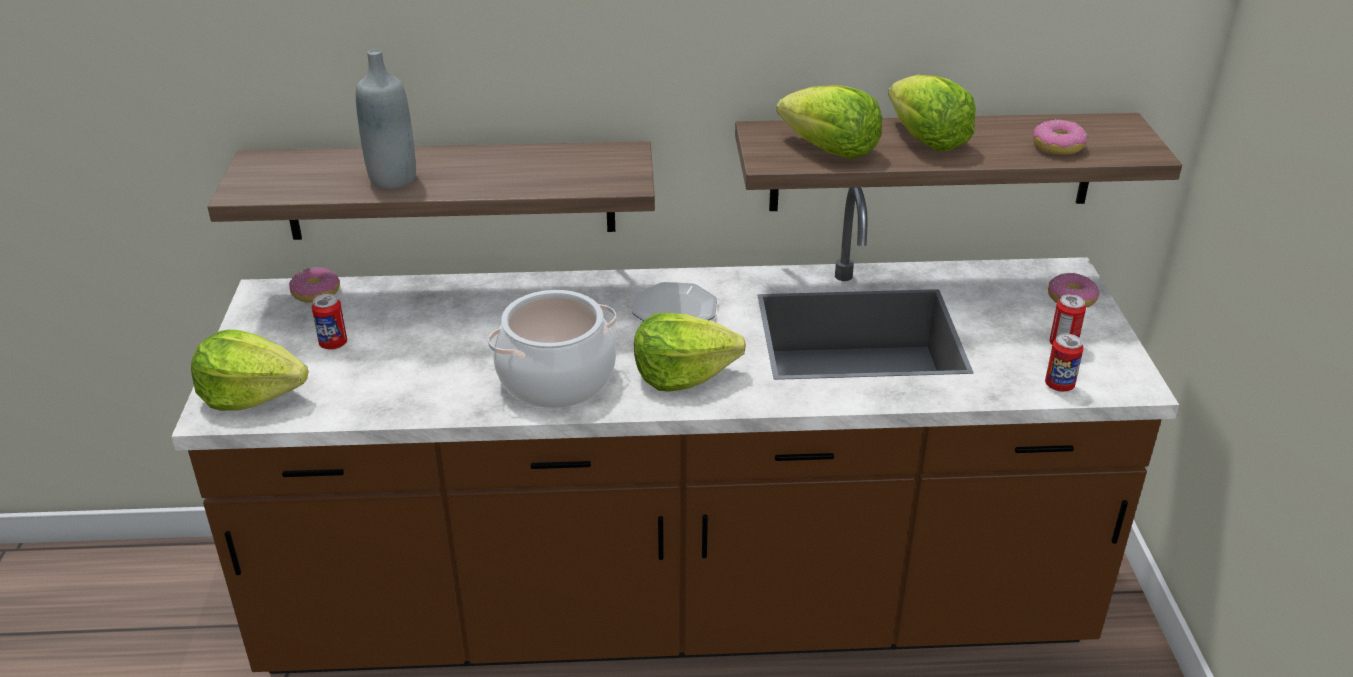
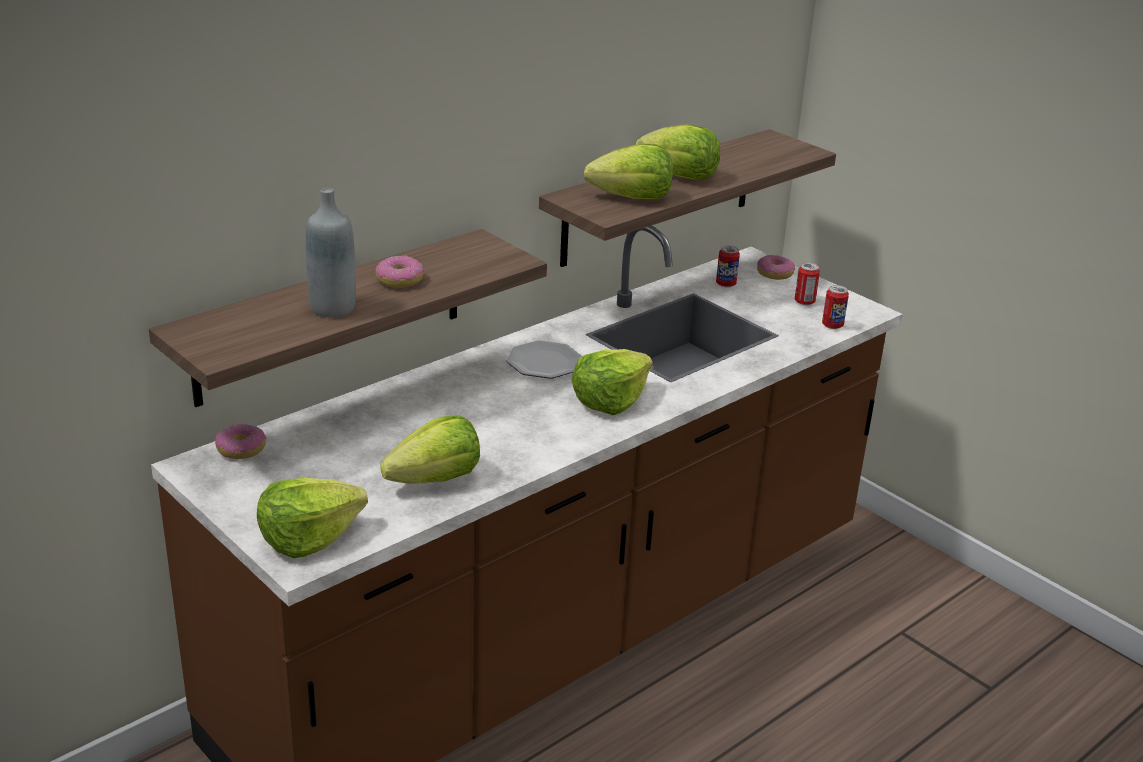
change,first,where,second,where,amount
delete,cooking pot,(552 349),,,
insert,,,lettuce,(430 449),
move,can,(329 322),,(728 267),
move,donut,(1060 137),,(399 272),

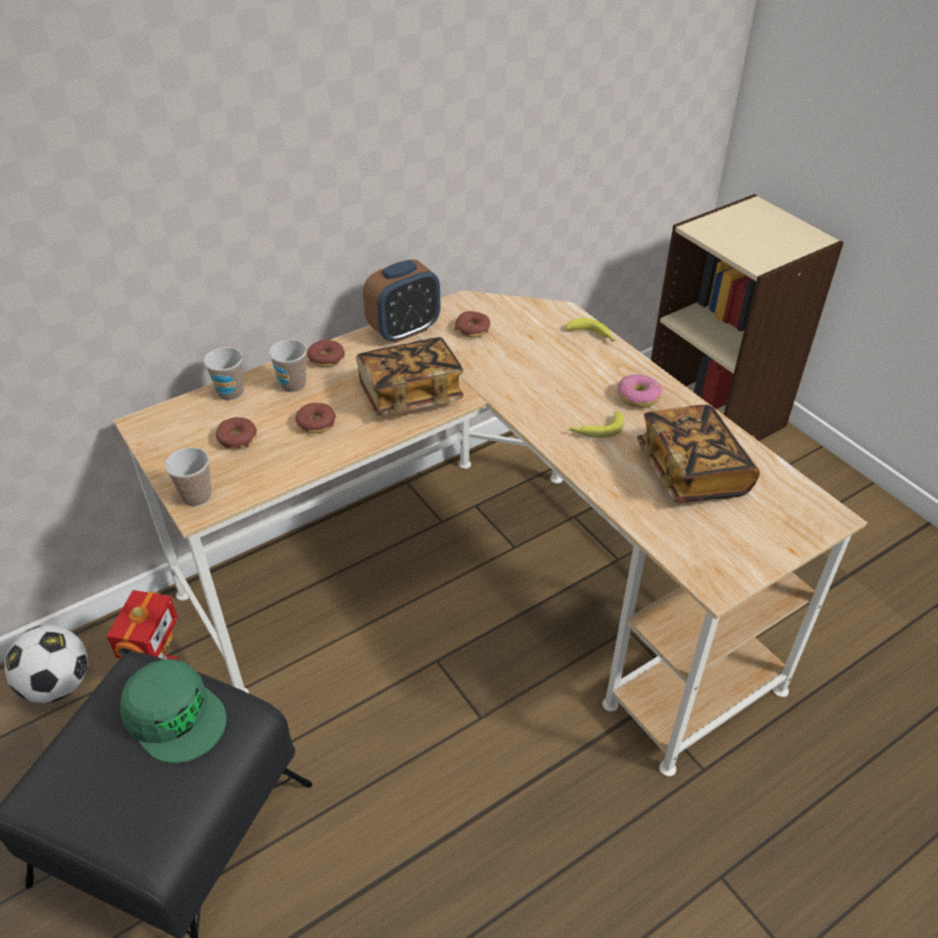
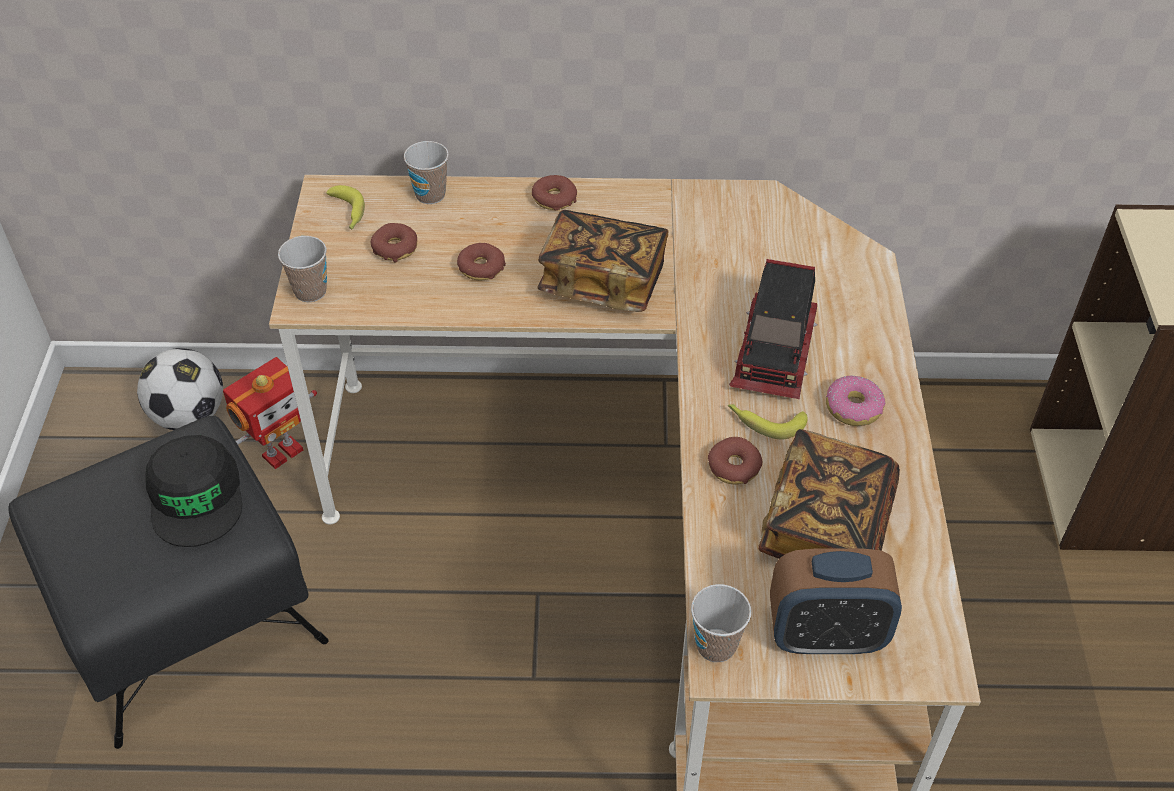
change,first,where,second,where,amount
insert,,,toy truck,(773 329),
move,cup,(288 365),,(721 623),
move,alarm clock,(401 301),,(836 601),
move,donut,(472 324),,(735 460),
move,banana,(591 330),,(345 207),
recolor,cap/green,(173 711),cap/black,(193 491),

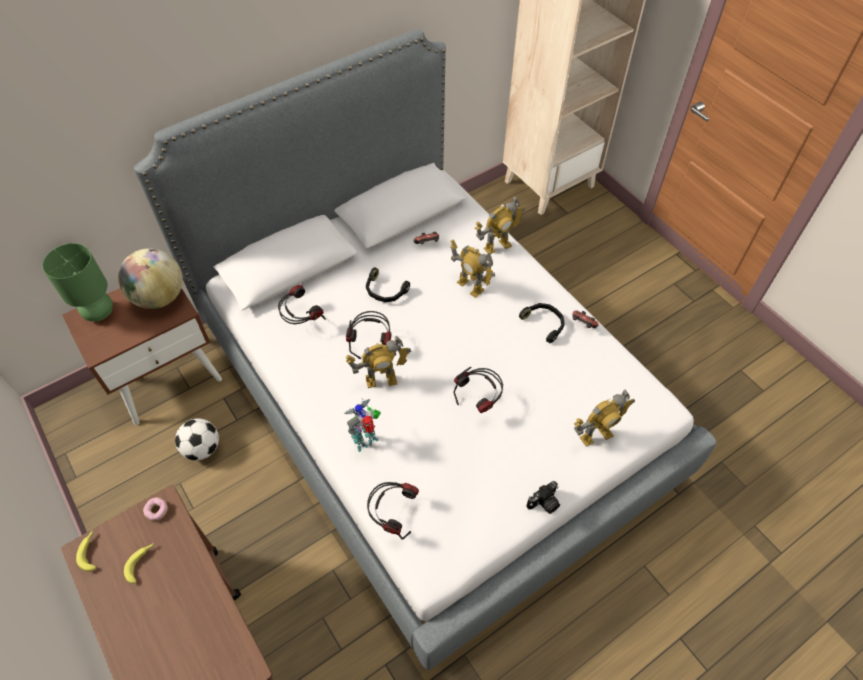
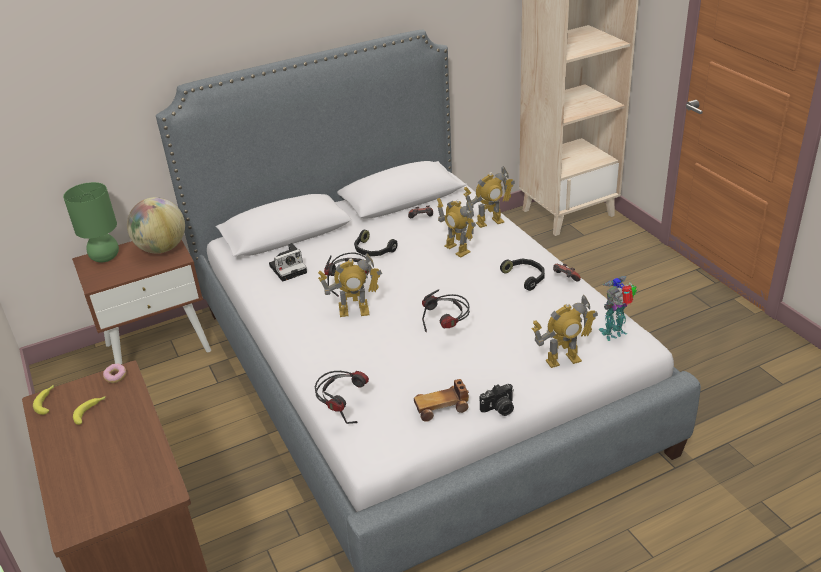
change,first,where,second,where,amount
delete,football,(197 439),,,
insert,,,toy car,(441 400),
move,toy robot,(362 425),,(618 308),
replace,headphones,(302 304),photo camera,(288 262),

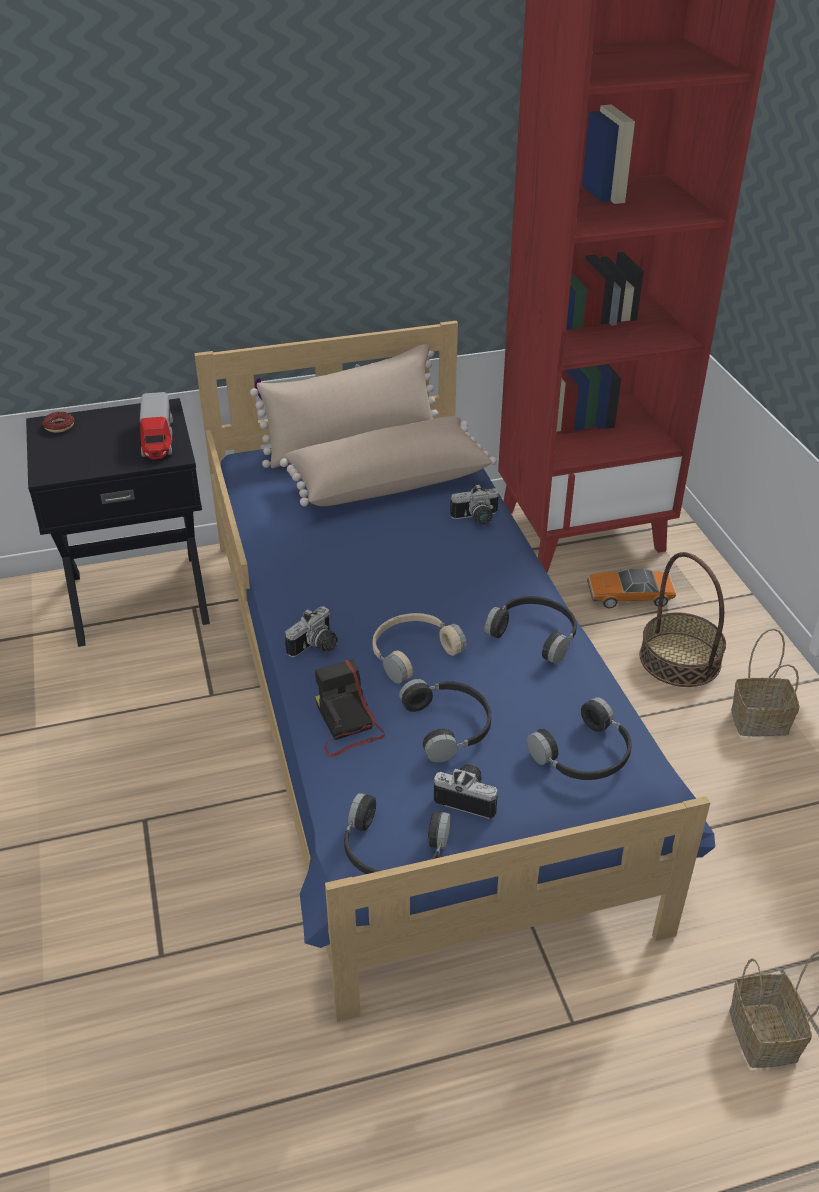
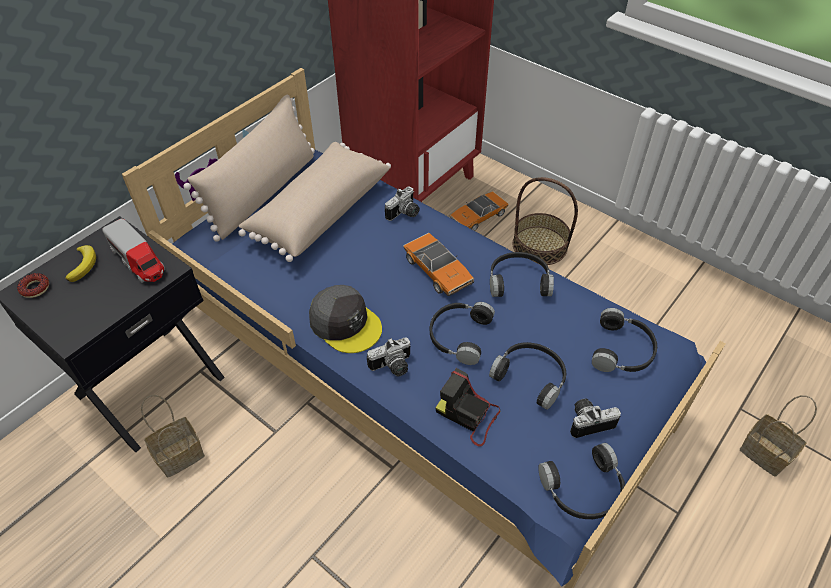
change,first,where,second,where,amount
insert,,,banana,(80 263),
insert,,,cap/grey,(345 319),
insert,,,toy car,(438 264),
move,basket,(765 682),,(173 436),
recolor,headphones/beige,(420 648),headphones/black,(462 333),
rotate,photo camera,(311 631),,(389 356),60 degrees clockwise

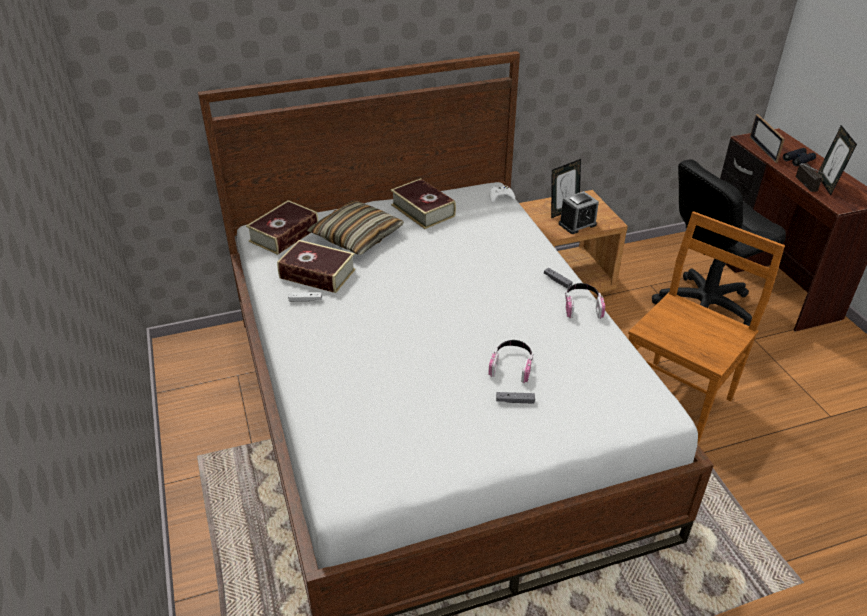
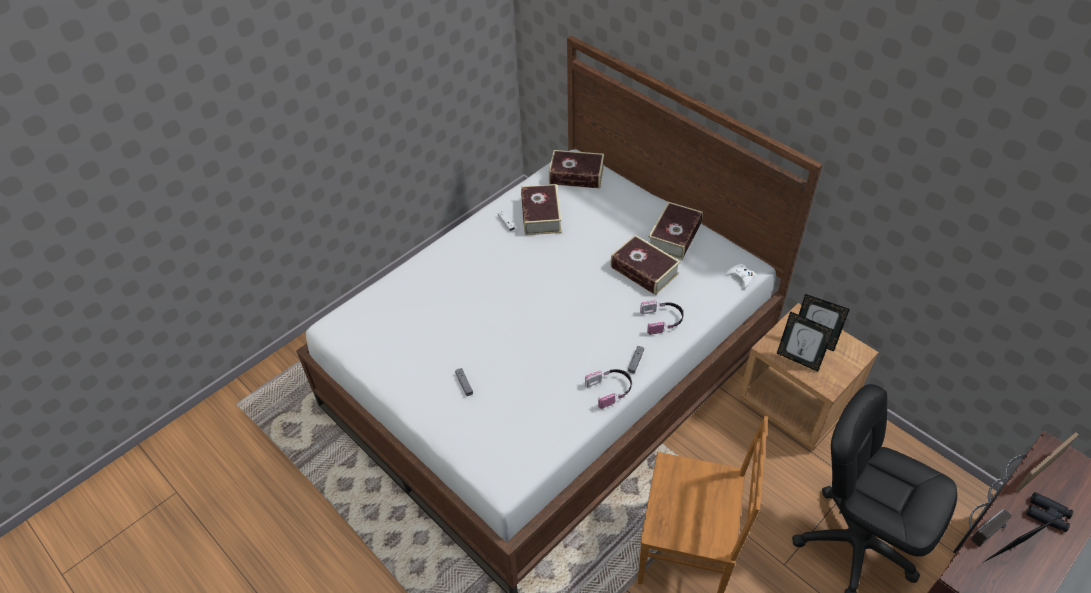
change,first,where,second,where,amount
delete,pillow,(355 228),,,
insert,,,book,(645 265),
move,headphones,(510 361),,(661 317),
replace,alarm clock,(579 212),picture frame,(805 341),

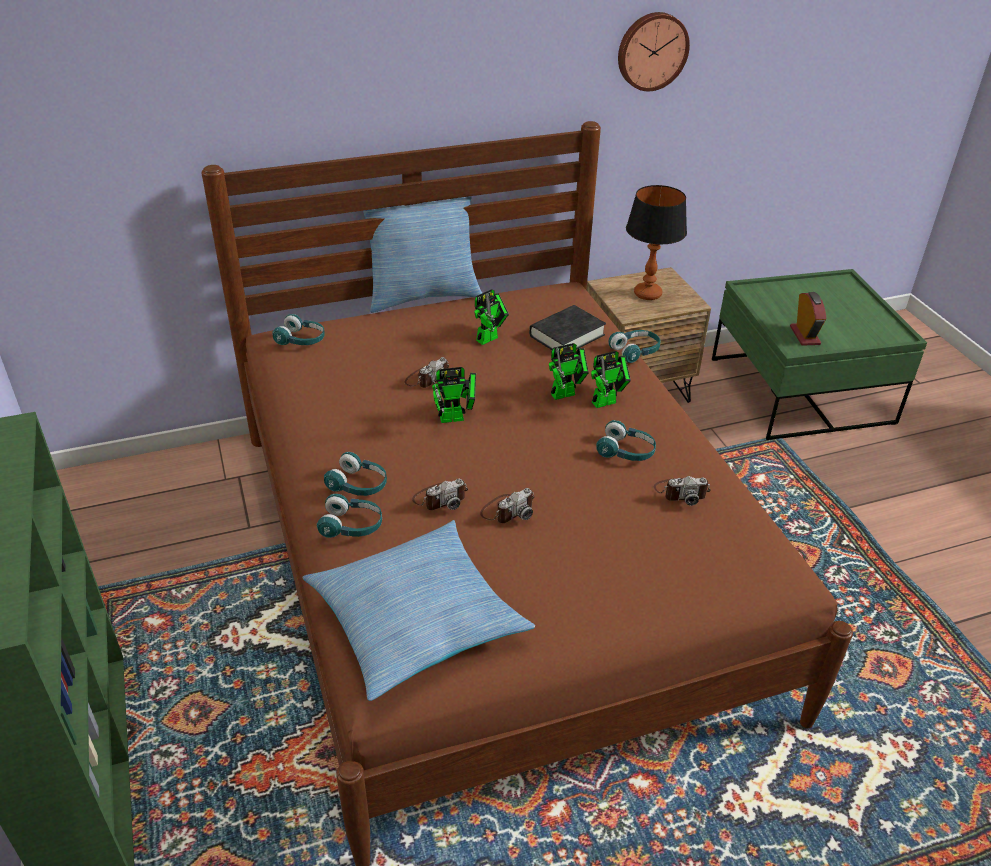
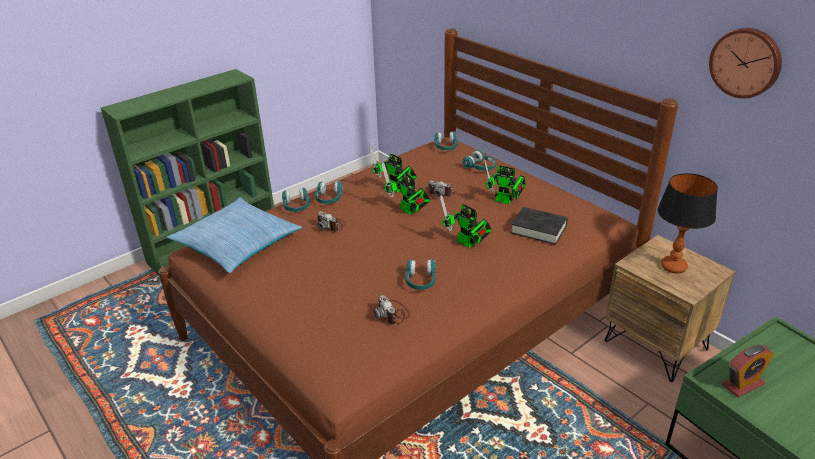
change,first,where,second,where,amount
delete,pillow,(422 254),,,
delete,photo camera,(507 505),,,
move,toy robot,(611 379),,(393 168),
move,headphones/turquoise,(634 346),,(479 160),

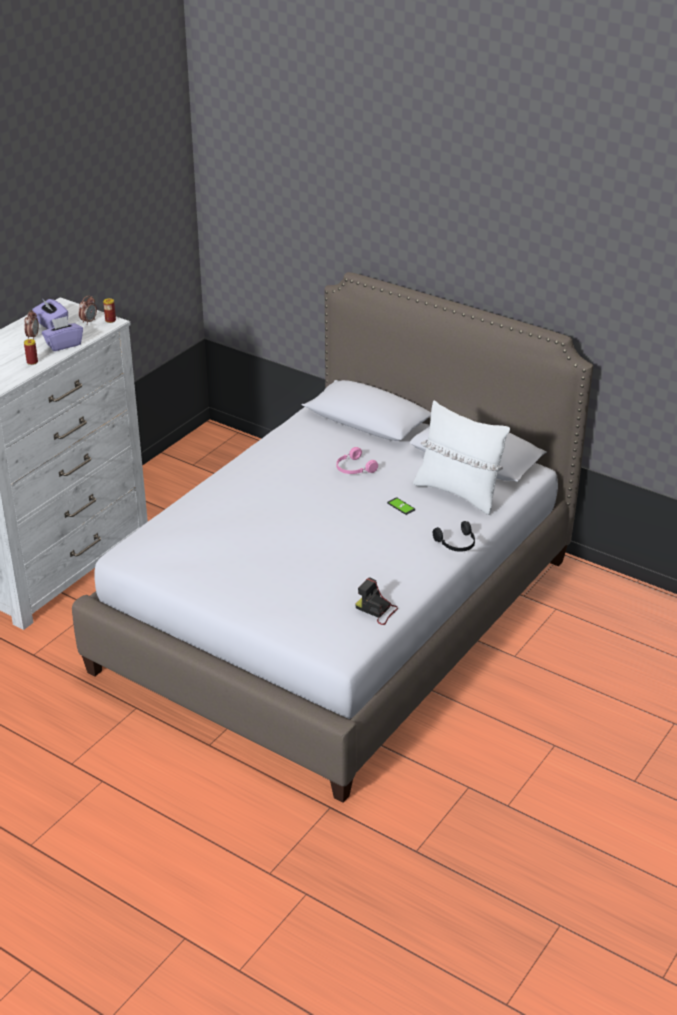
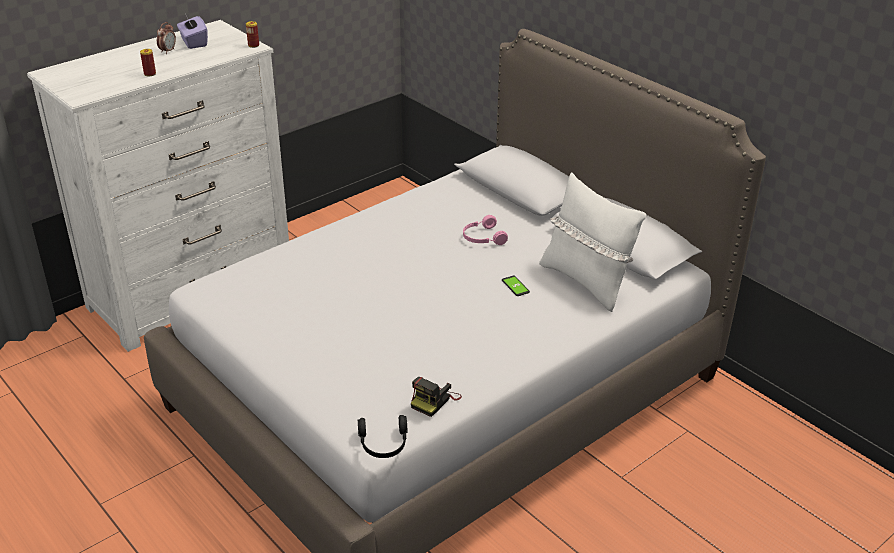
change,first,where,second,where,amount
delete,tissue box/purple,(62 333),,,
delete,alarm clock,(88 310),,,
move,headphones/black,(454 536),,(382 436),
rotate,photo camera,(376 601),,(436 397),105 degrees counterclockwise

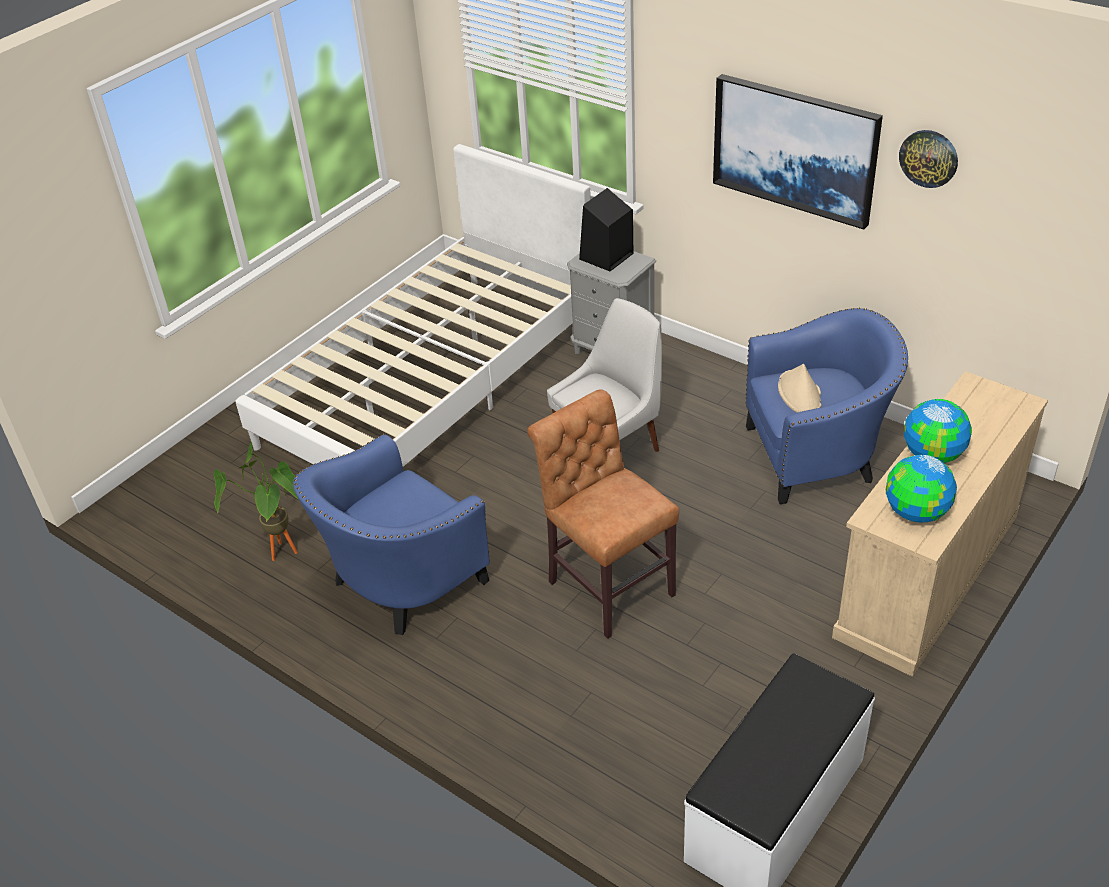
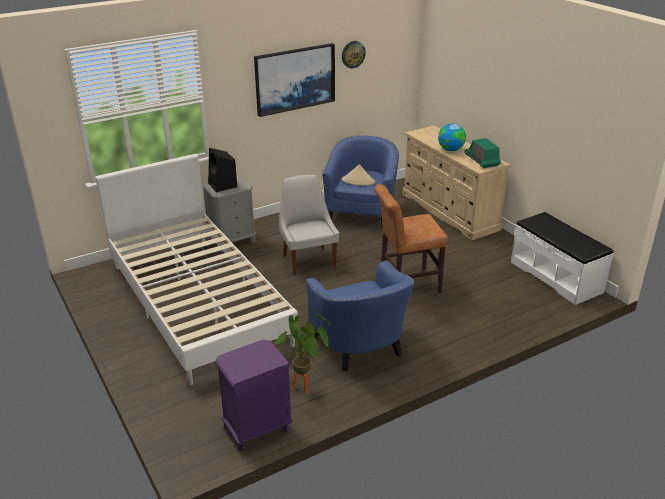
change,first,where,second,where,amount
insert,,,nightstand/purple,(254 395),
replace,globe,(921 488),radio,(482 153),

